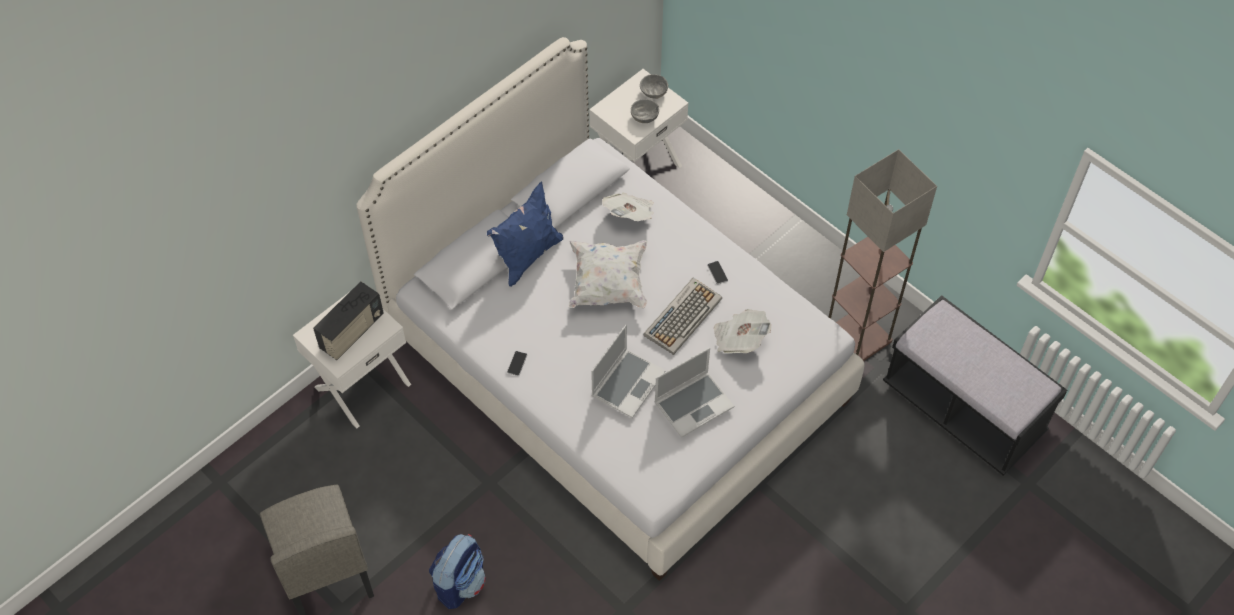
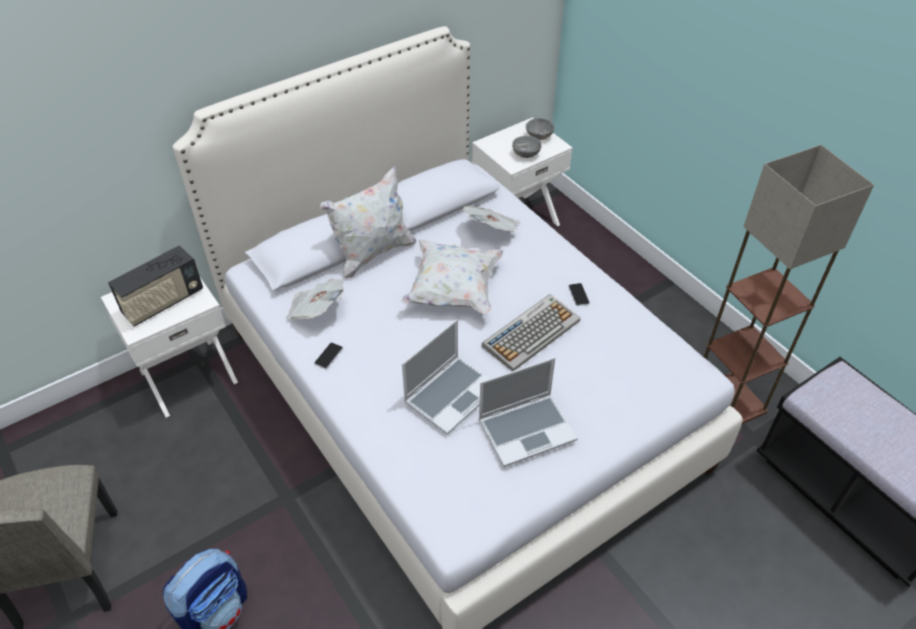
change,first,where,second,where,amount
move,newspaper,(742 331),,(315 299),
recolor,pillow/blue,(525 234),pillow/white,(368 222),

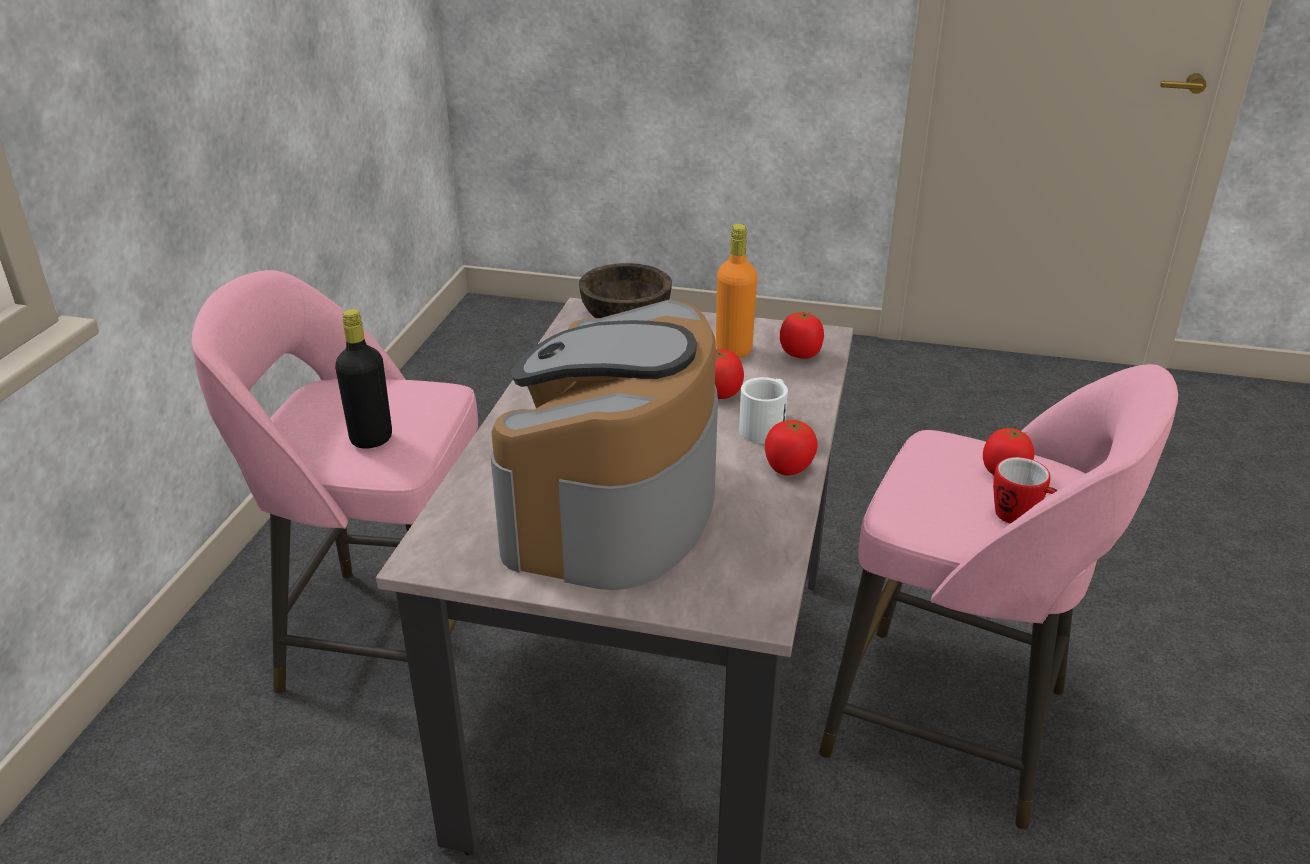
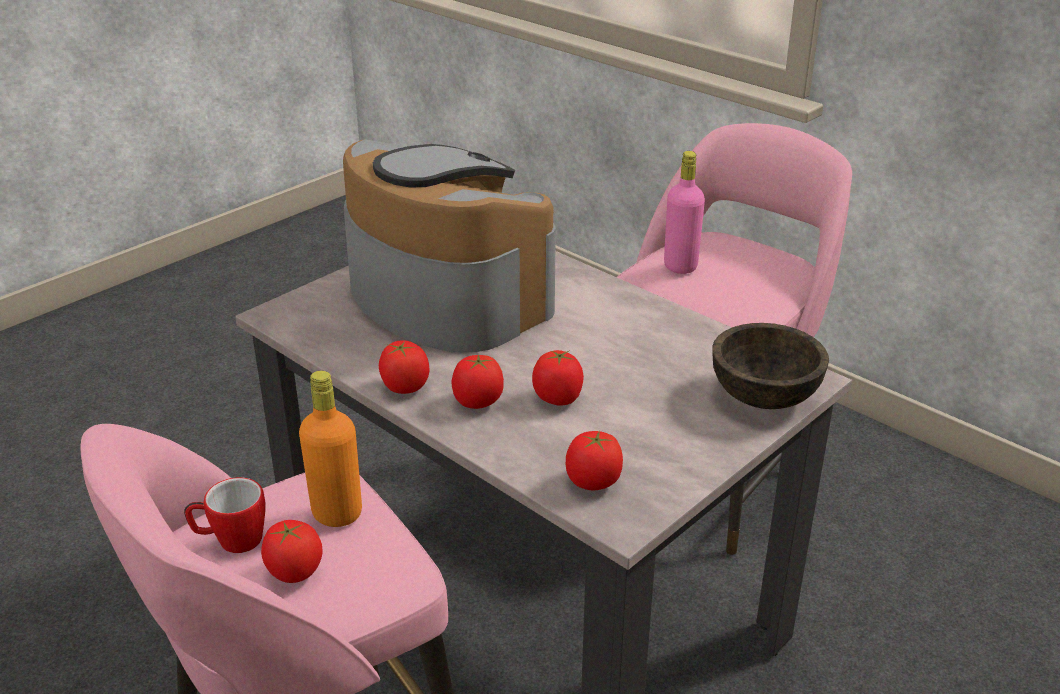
change,first,where,second,where,amount
move,bottle/orange,(736 291),,(330 449),
replace,mug/white,(763 410),tomato,(478 381),
recolor,bottle/black,(363 379),bottle/pink,(684 212),

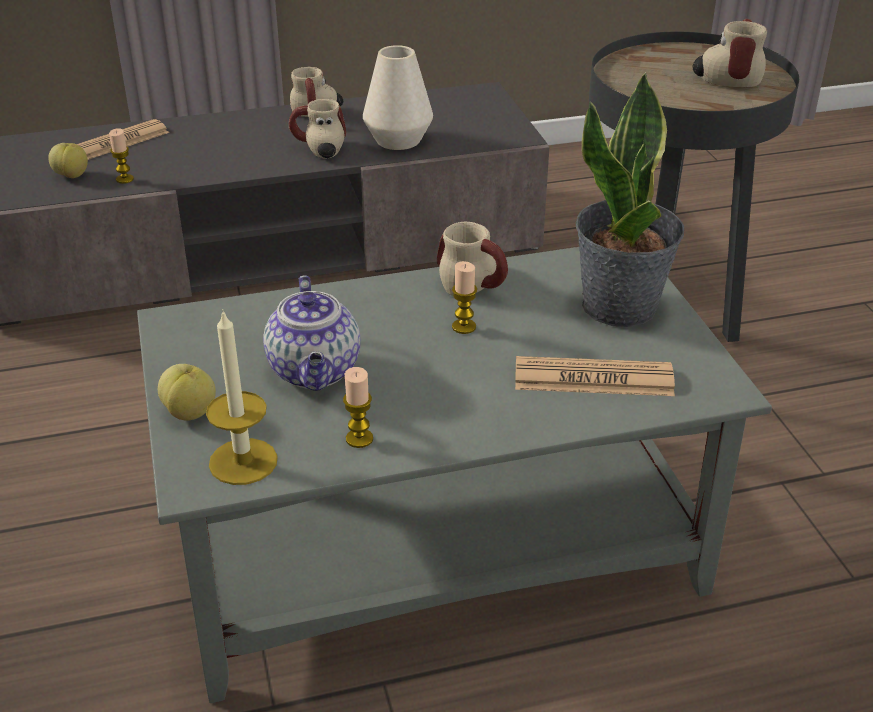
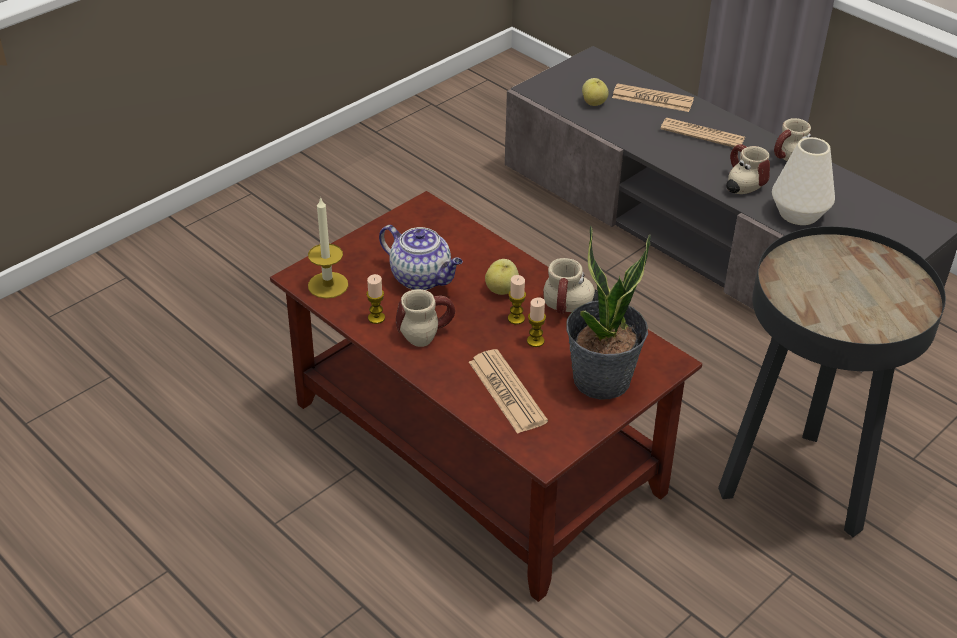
change,first,where,second,where,amount
insert,,,newspaper,(702 132),
move,candle,(121 156),,(536 322),
move,apple,(187 392),,(502 277),
move,mug,(730 53),,(425 318),
recolor,coffee table/grey,(454 475),coffee table/brown,(486 396),
rotate,teapot,(311 333),,(421 257),105 degrees counterclockwise

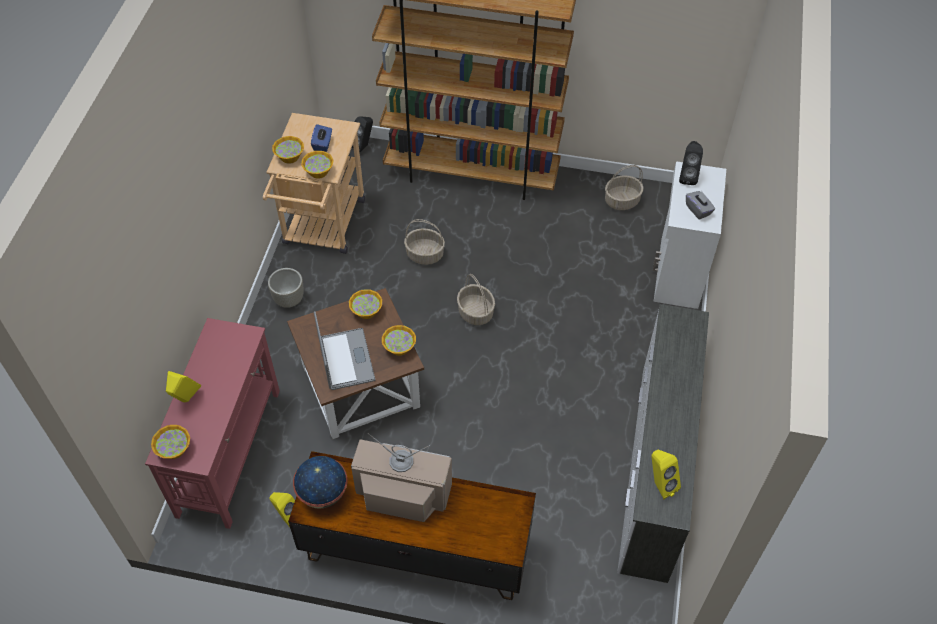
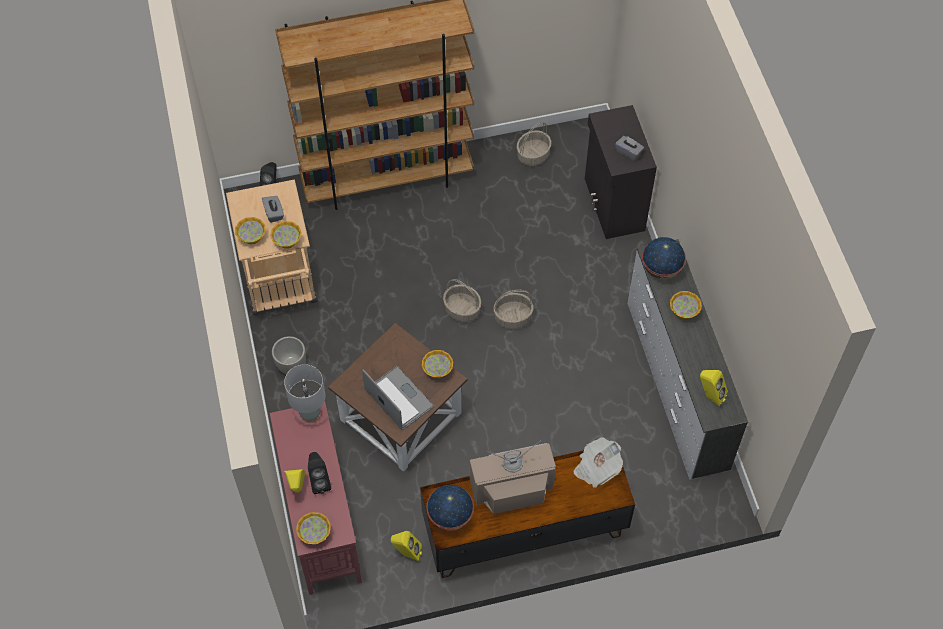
change,first,where,second,where,amount
insert,,,table lamp/grey,(305 393),
insert,,,newspaper,(598 462),
insert,,,globe,(664 258),
move,bowl,(365 304),,(686 305),
move,basket,(424 242),,(514 309),
move,speaker/black,(691 163),,(319 473),
recolor,tissue box/blue,(321 138),tissue box/grey,(273 209),
recolor,cabinet/white,(689 235),cabinet/black,(621 172),

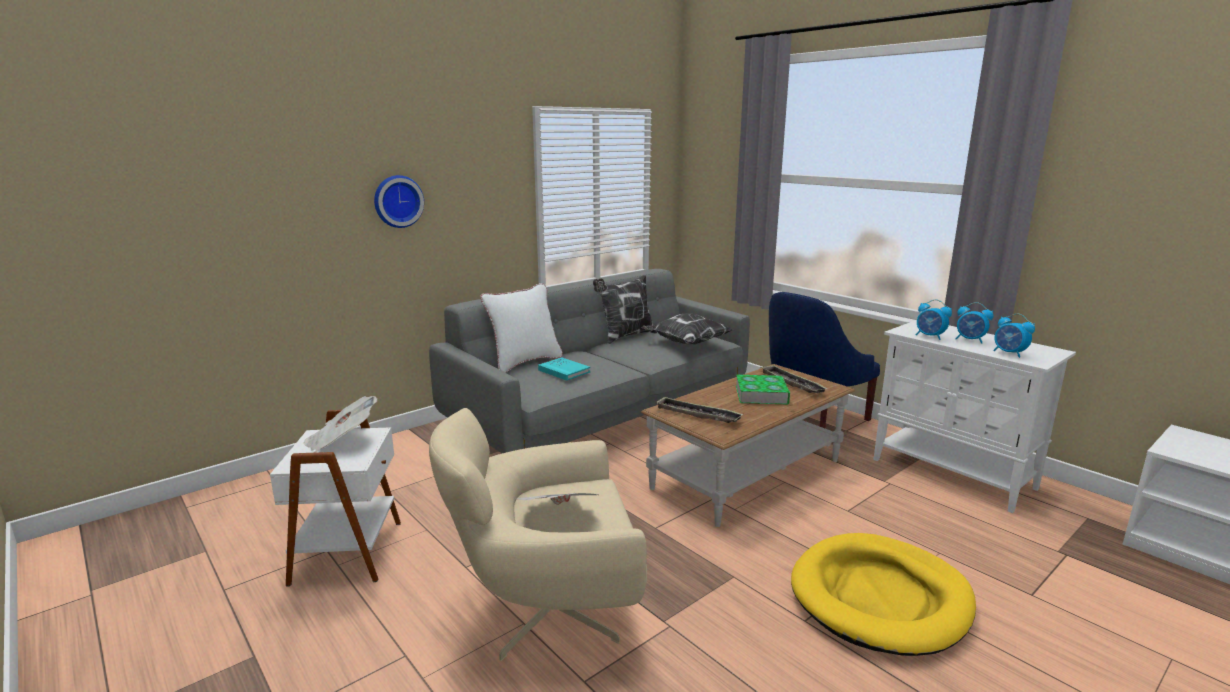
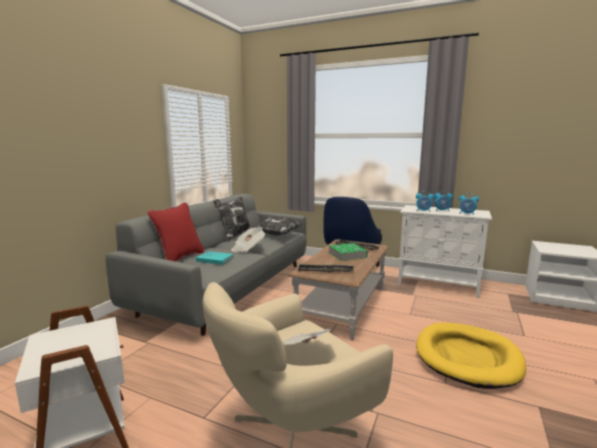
change,first,where,second,where,amount
delete,wall clock,(399 201),,,
move,newspaper,(340 424),,(248 239),
recolor,pillow/white,(521 328),pillow/red,(175 232),

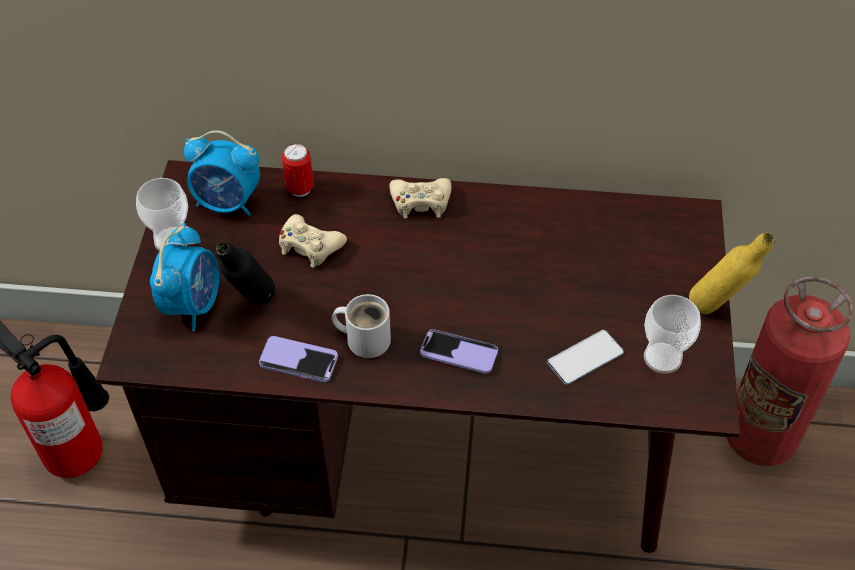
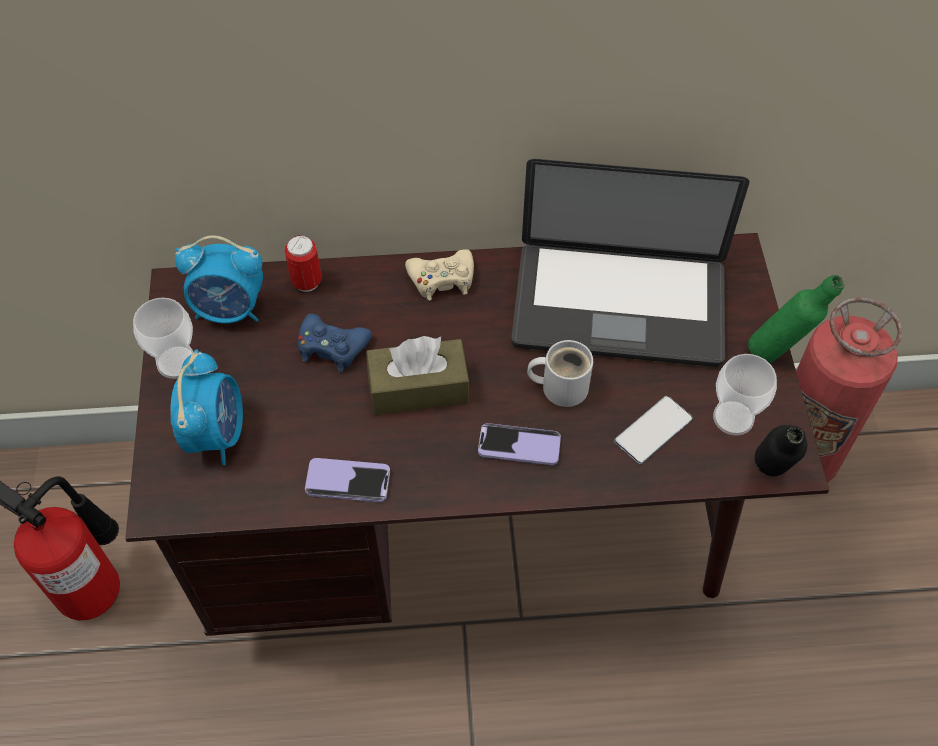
change,first,where,second,where,amount
insert,,,tissue box/brown,(418 375),
insert,,,laptop,(630 263),
move,bottle/black,(245 273),,(781 451),
move,mug/white,(361 326),,(560 373),
recolor,game controller/beige,(313 241),game controller/blue,(335 343),
recolor,bottle/yellow,(732 273),bottle/green,(796 319),

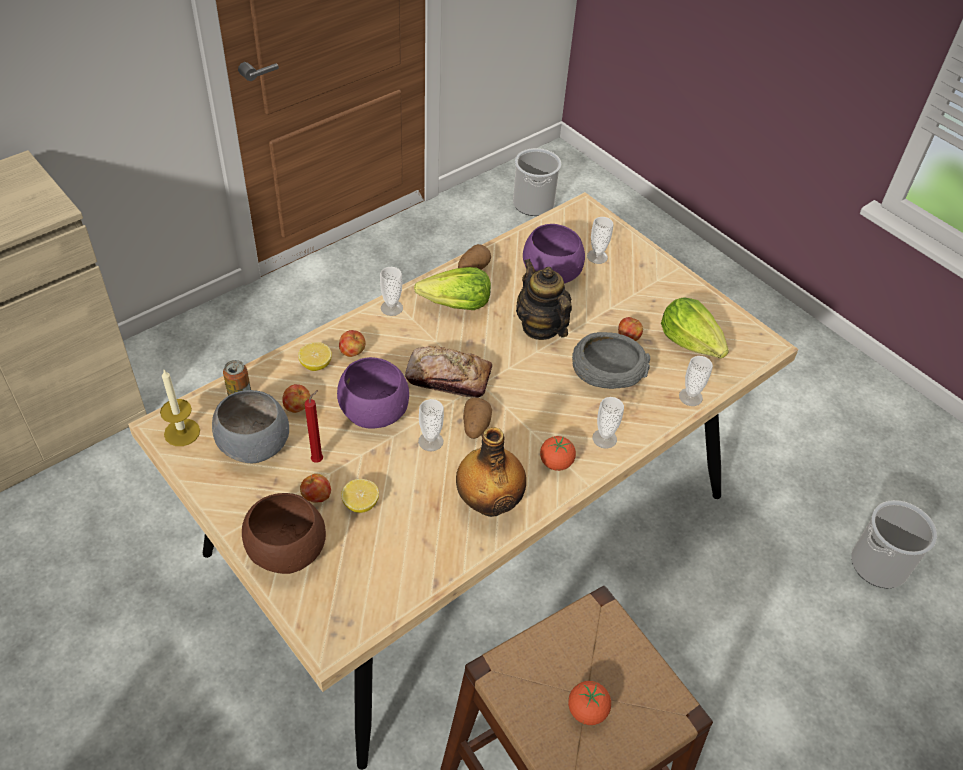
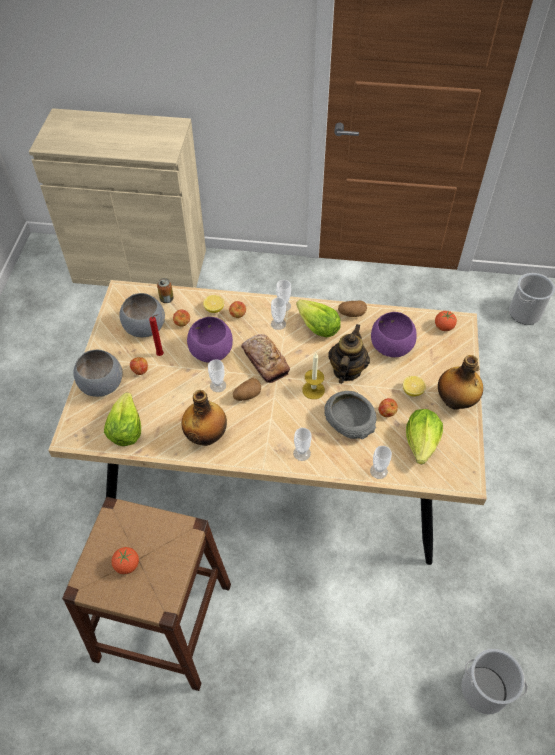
change,first,where,second,where,amount
insert,,,lettuce,(122 419),
insert,,,bottle,(460 382),
move,candle,(180 408),,(313 376),
move,lemon,(360 496),,(414 386),
move,tomato,(558 453),,(446 321),
move,cup,(600 240),,(278 314),
recolor,bowl/brown,(284 533),bowl/grey,(98 373),

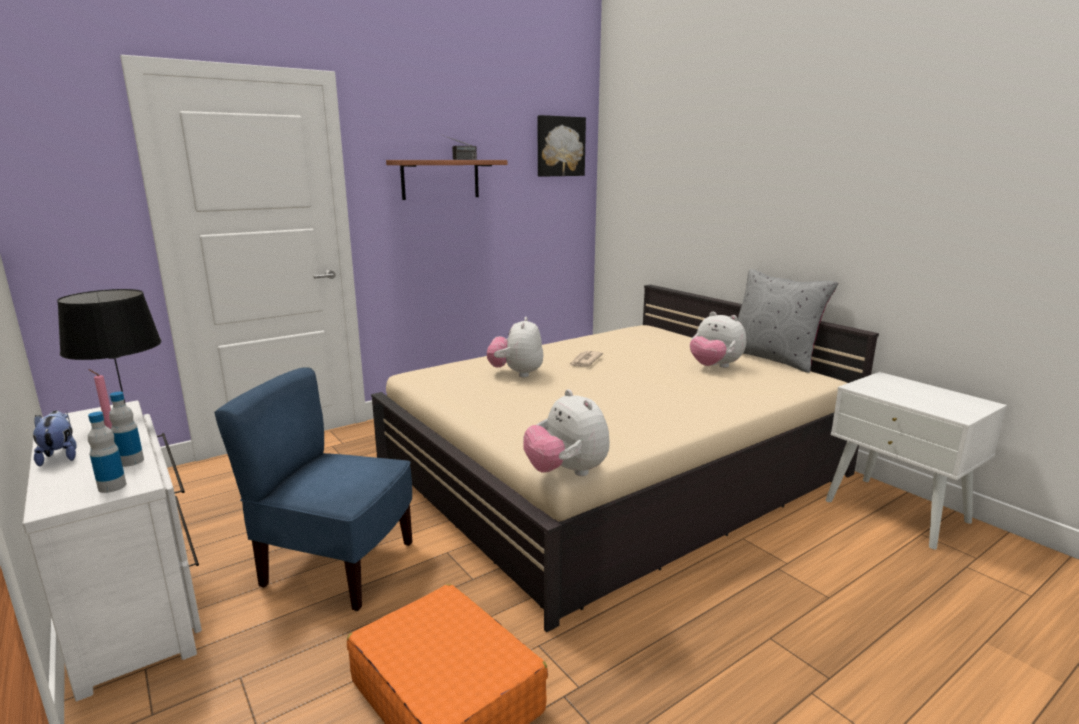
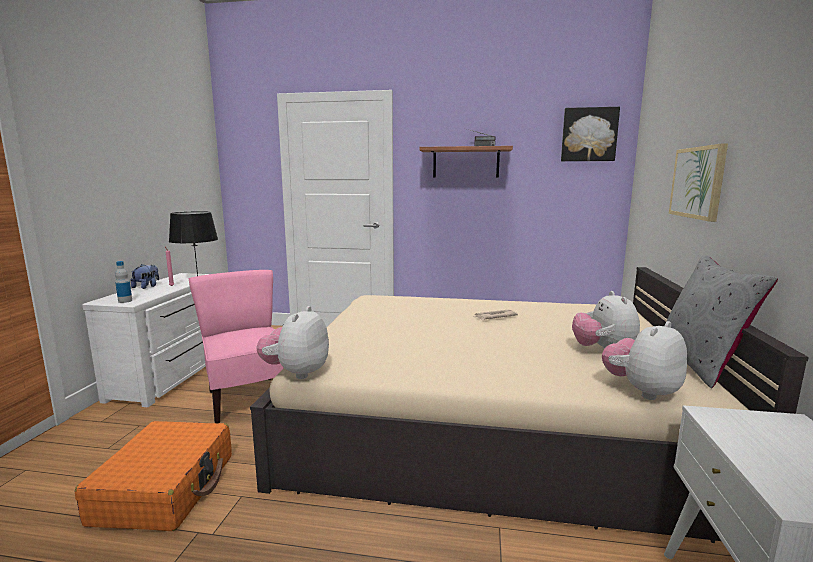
change,first,where,second,where,amount
delete,bottle,(126 429),,,
insert,,,picture,(698 182),
move,plush toy,(515 347),,(644 360),
recolor,chair/blue,(313 489),chair/pink,(236 346),

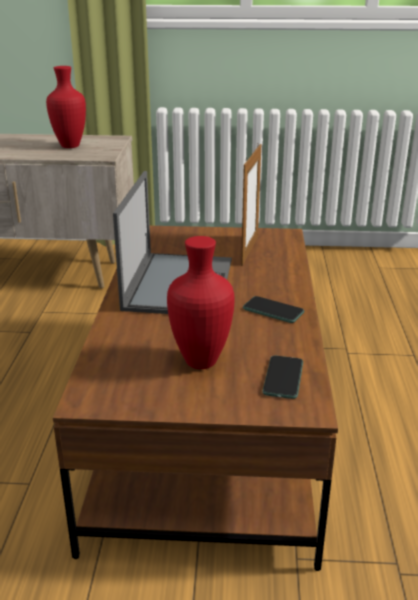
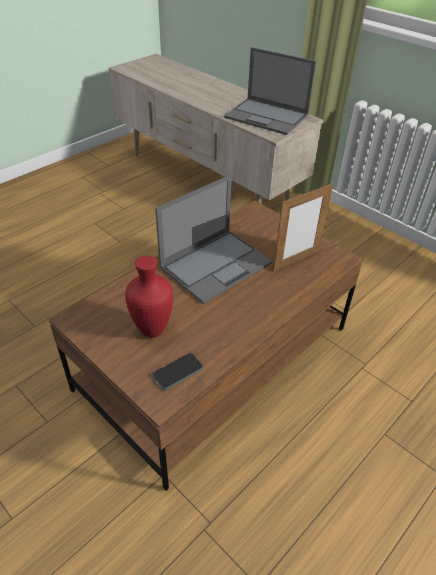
change,first,where,second,where,amount
delete,phone,(273 309),,,
replace,vase/red,(66 107),laptop,(270 91),

